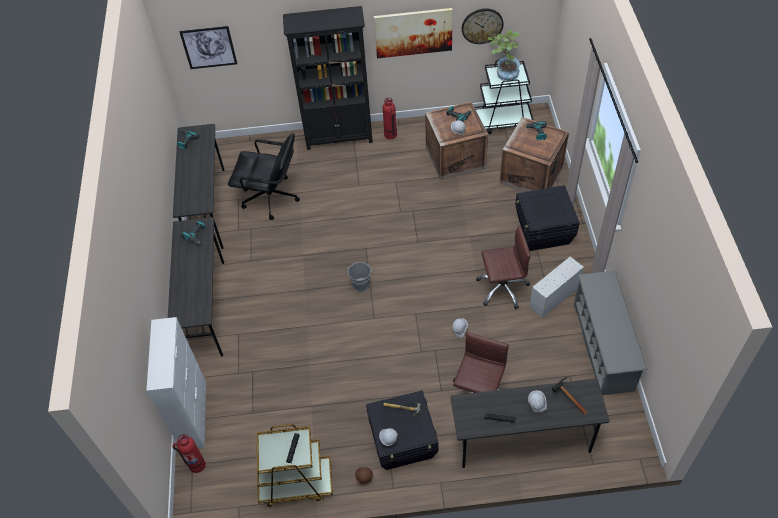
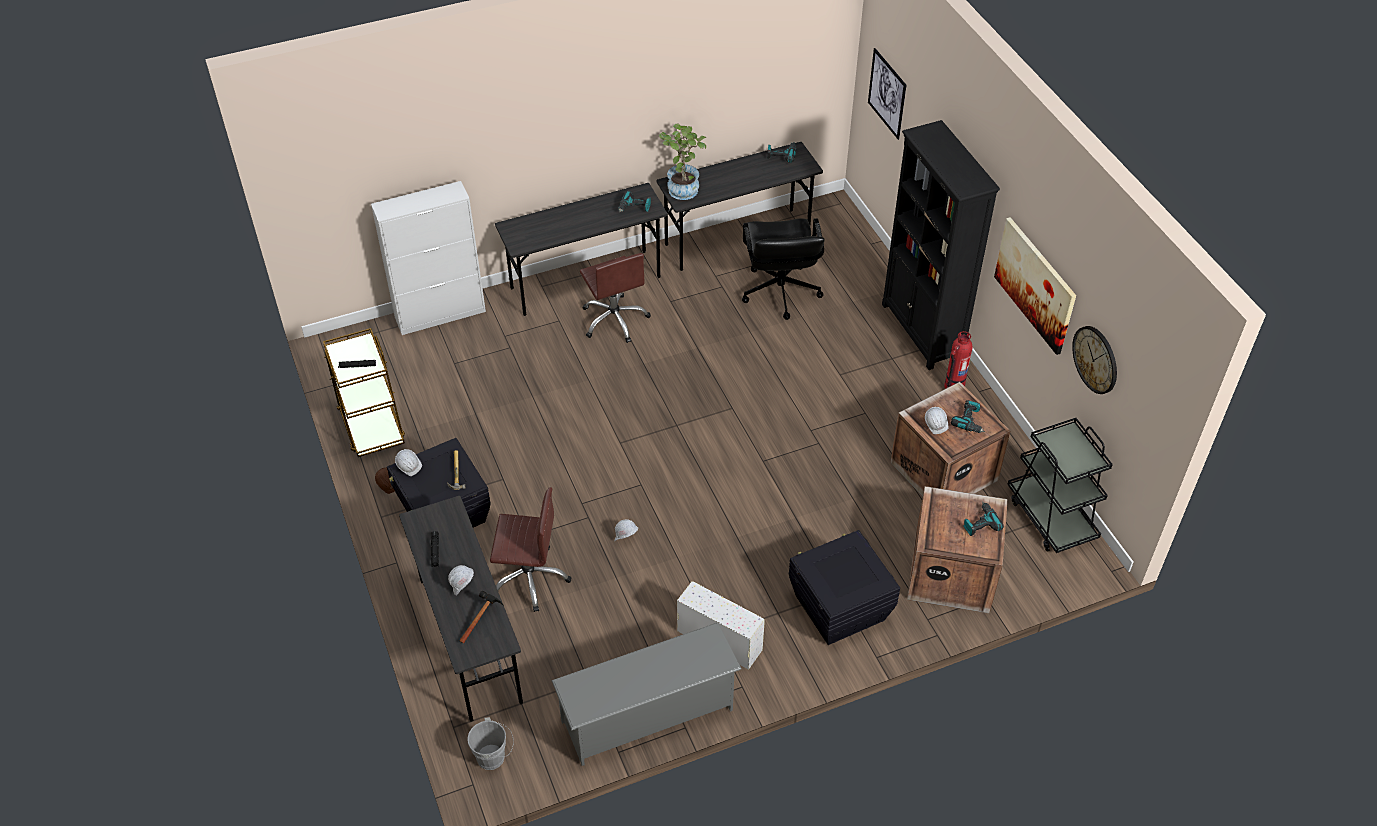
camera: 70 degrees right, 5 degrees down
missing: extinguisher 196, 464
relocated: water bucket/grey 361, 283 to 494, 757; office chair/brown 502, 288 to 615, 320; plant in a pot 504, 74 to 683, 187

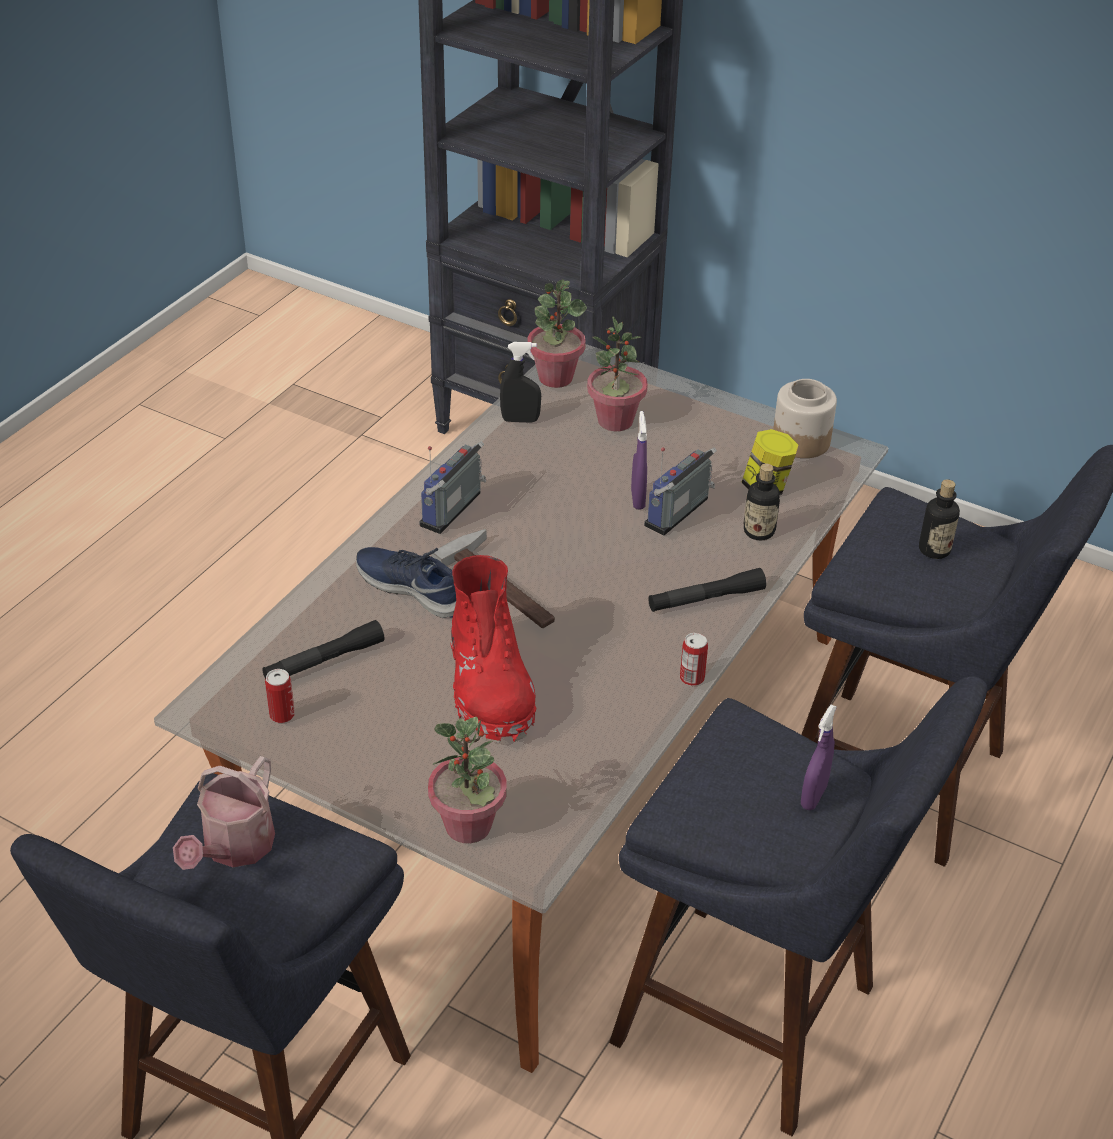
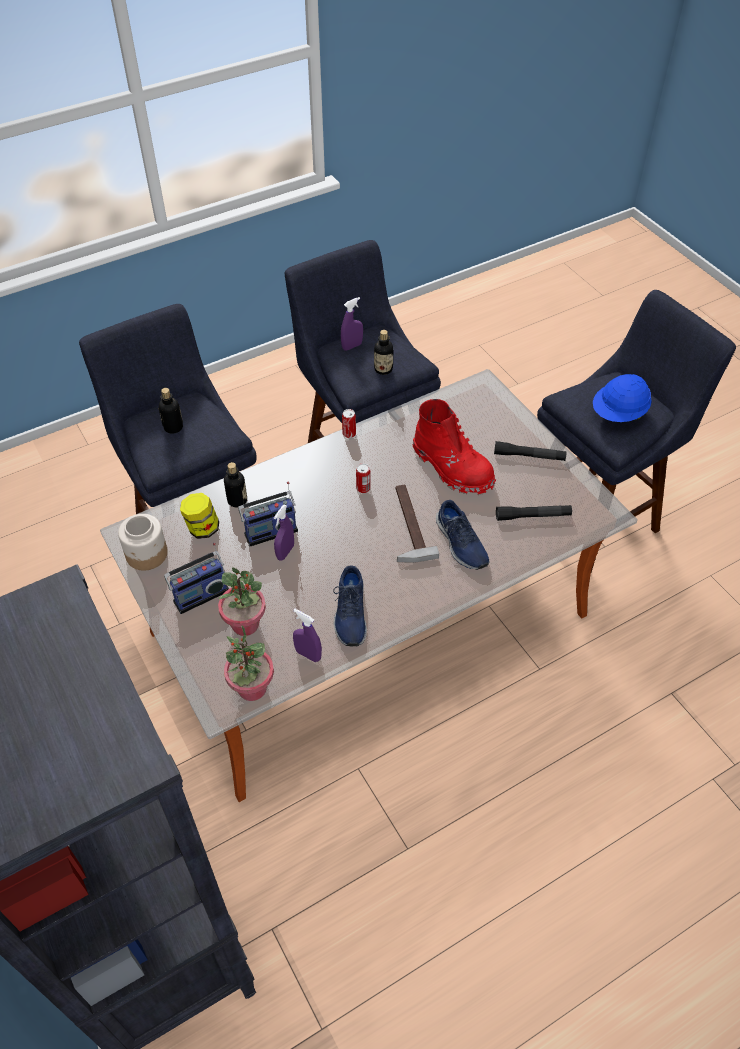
camera: 150 degrees left, 10 degrees up
missing: plant in a pot 468, 826
appeared: shoe/blue 350, 614; beverage bottle 383, 369
relocated: radio set 454, 511 to 200, 594; sealed can 282, 715 to 363, 488; hand torch/black-coloured 706, 599 to 529, 456
exchanged: sprinkling can 234, 848 to hard hat/blue 619, 414
colour: sprayer/black-coloured 520, 420 to sprayer/purplish 308, 654
spun: high-top boot/red-coloured 489, 686 = 452, 468 120 degrees clockwise

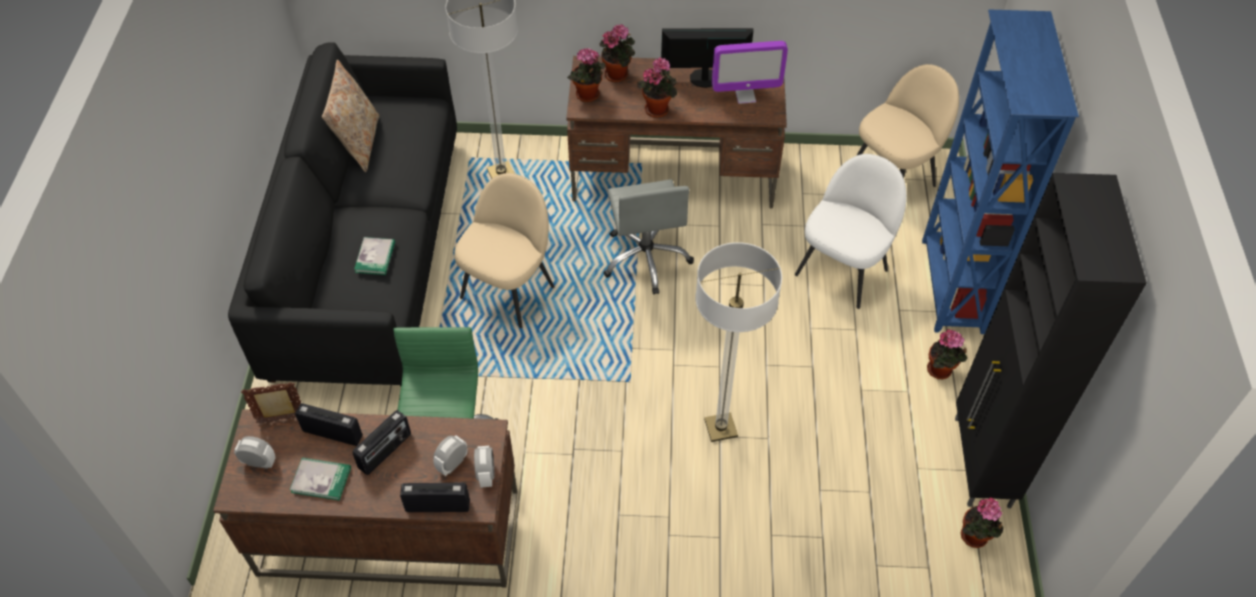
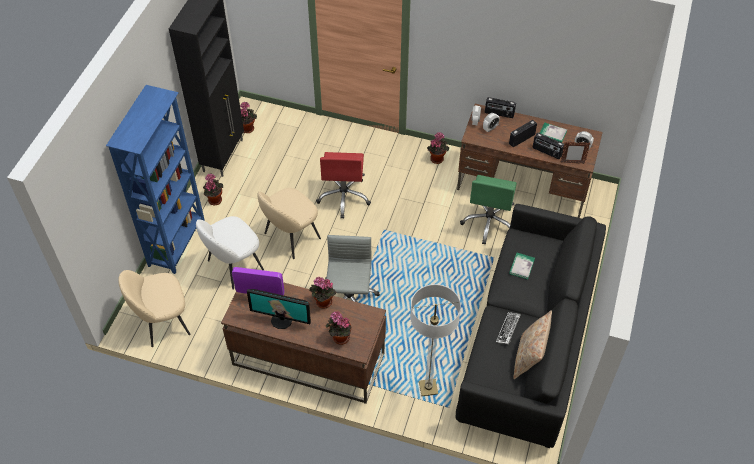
camera: 165 degrees left, 0 degrees up
appeared: computer keyboard 508, 329
relocated: plain chair/sand-coloured 509, 290 to 291, 237; plant in a pot 587, 96 to 437, 158
exchanged: floor lamp 720, 428 to office chair/red-coloured 344, 197

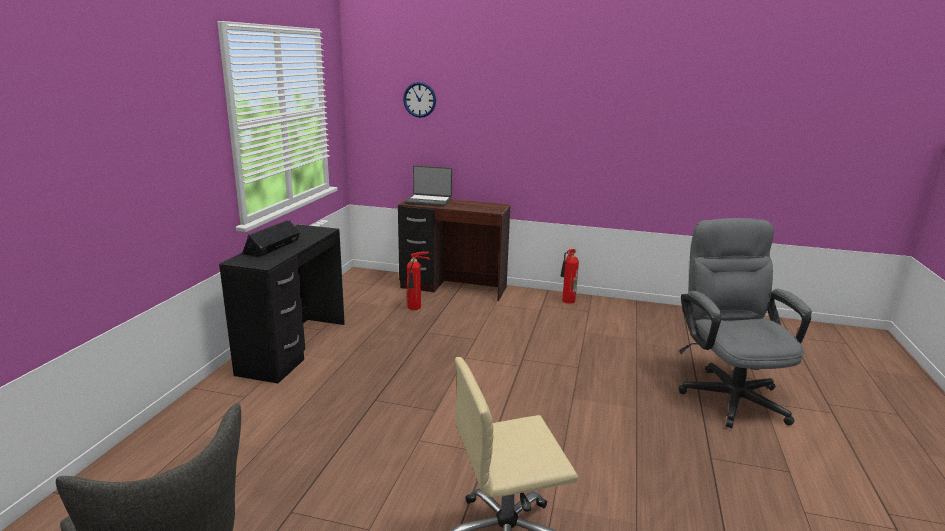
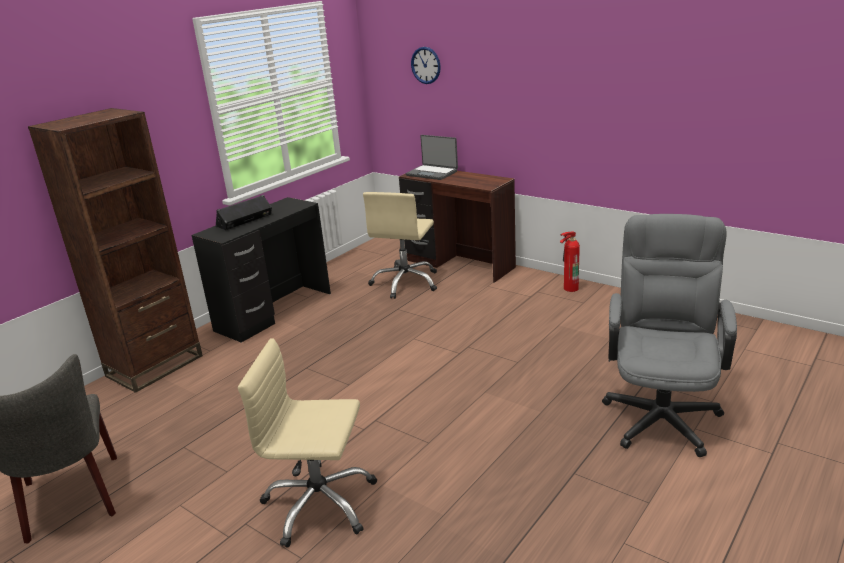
camera: 25 degrees right, 5 degrees up
appeared: bookshelf/brown 155, 366
exchanged: extinguisher 415, 308 to office chair/sand-coloured 406, 283

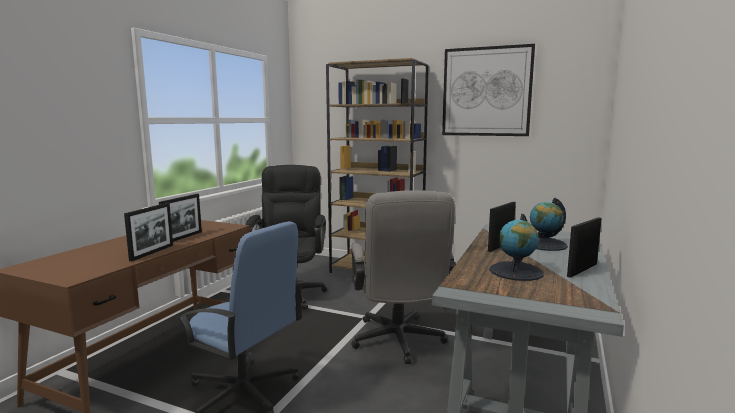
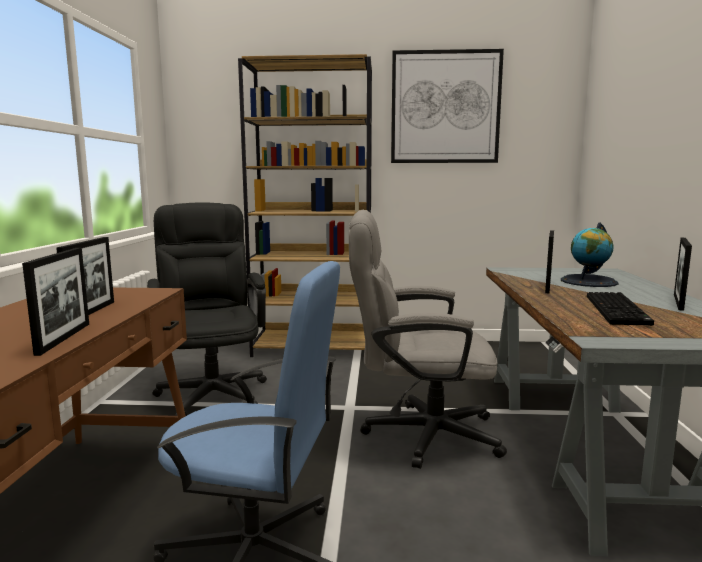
camera: 20 degrees left, 0 degrees up
exchanged: globe 516, 271 to computer keyboard 618, 310
spun: office chair/grey 399, 343 = 418, 434 120 degrees clockwise

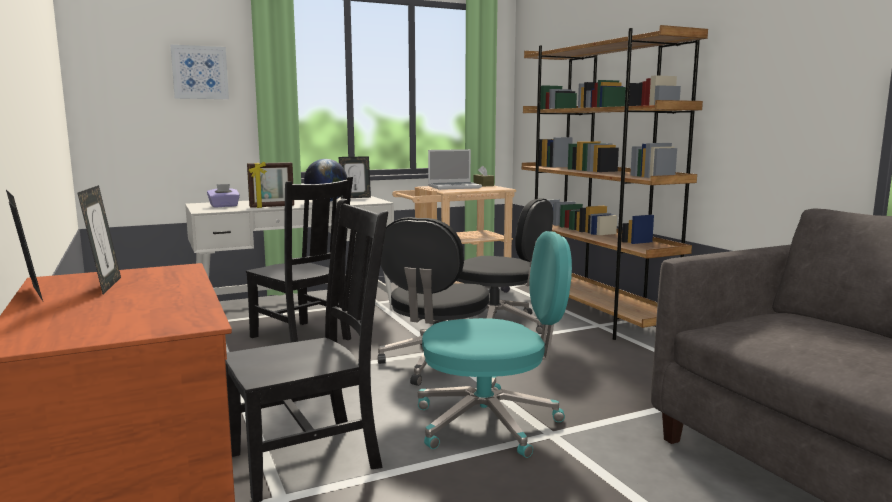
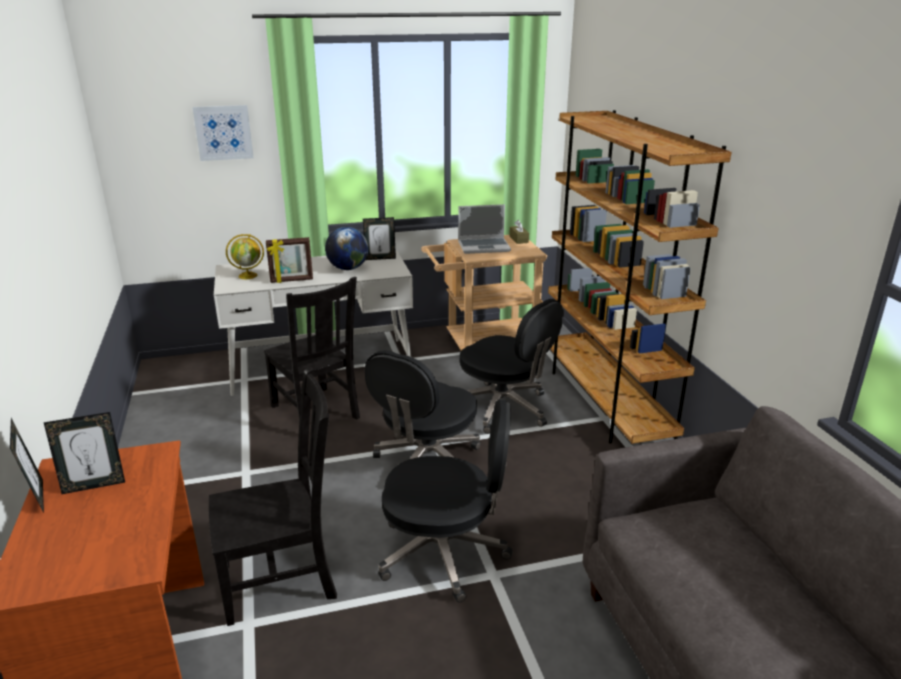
camera: 10 degrees right, 15 degrees up
exchanged: tissue holder/purplish 224, 206 to globe 248, 276
colour: office chair/turquoise-coloured 490, 423 to office chair/black-coloured 445, 552
spun: standing frame 105, 286 = 94, 485 75 degrees clockwise

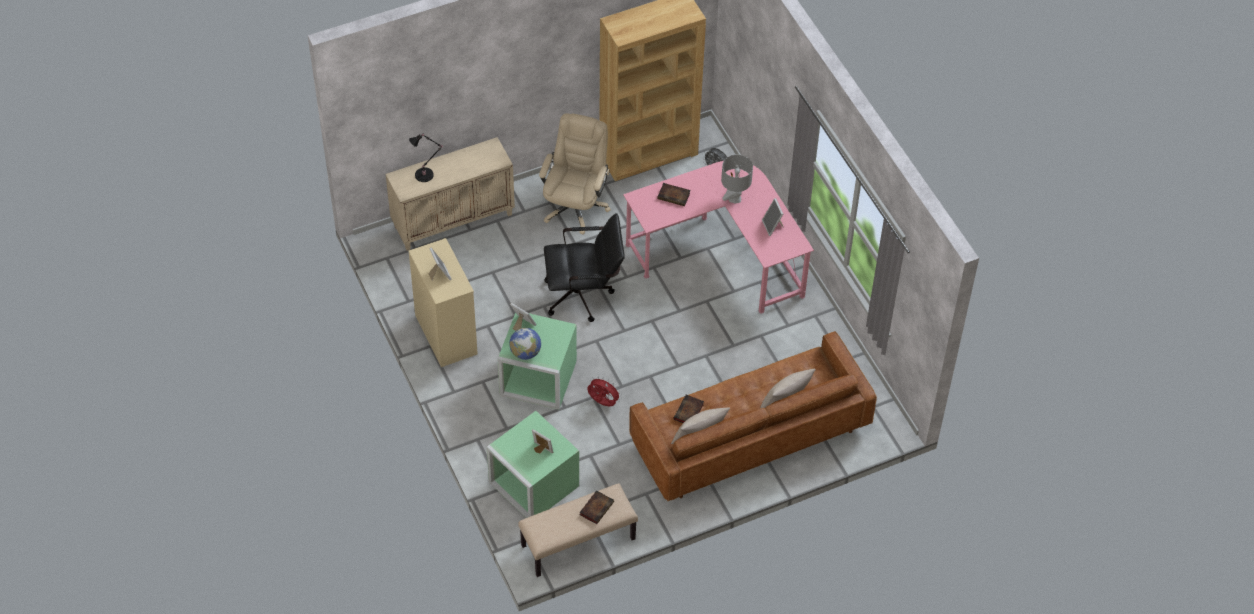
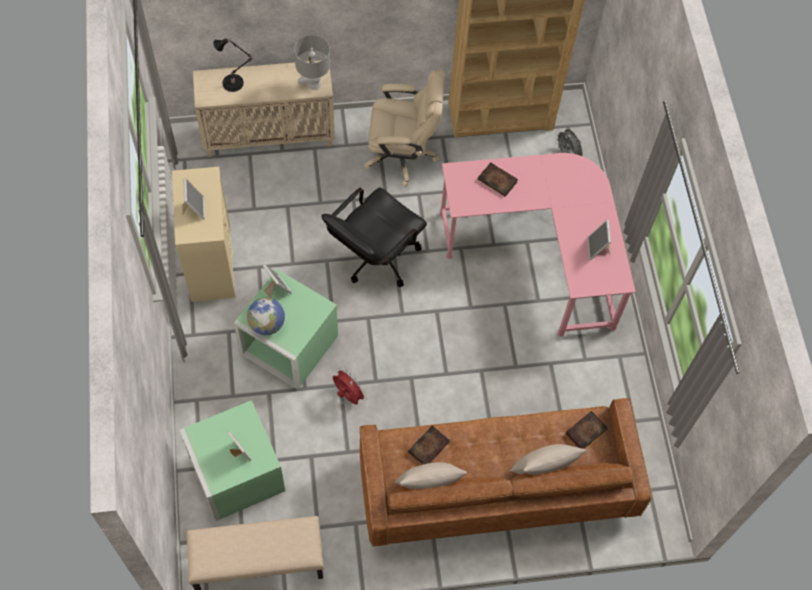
camera: 15 degrees right, 10 degrees up
relocated: tabletop lamp/grey 735, 199 to 314, 84; bound book 596, 508 to 586, 430
spun: office chair/black-coloured 584, 295 = 374, 260 120 degrees clockwise; office chair/sand-coloured 575, 206 = 402, 154 60 degrees clockwise

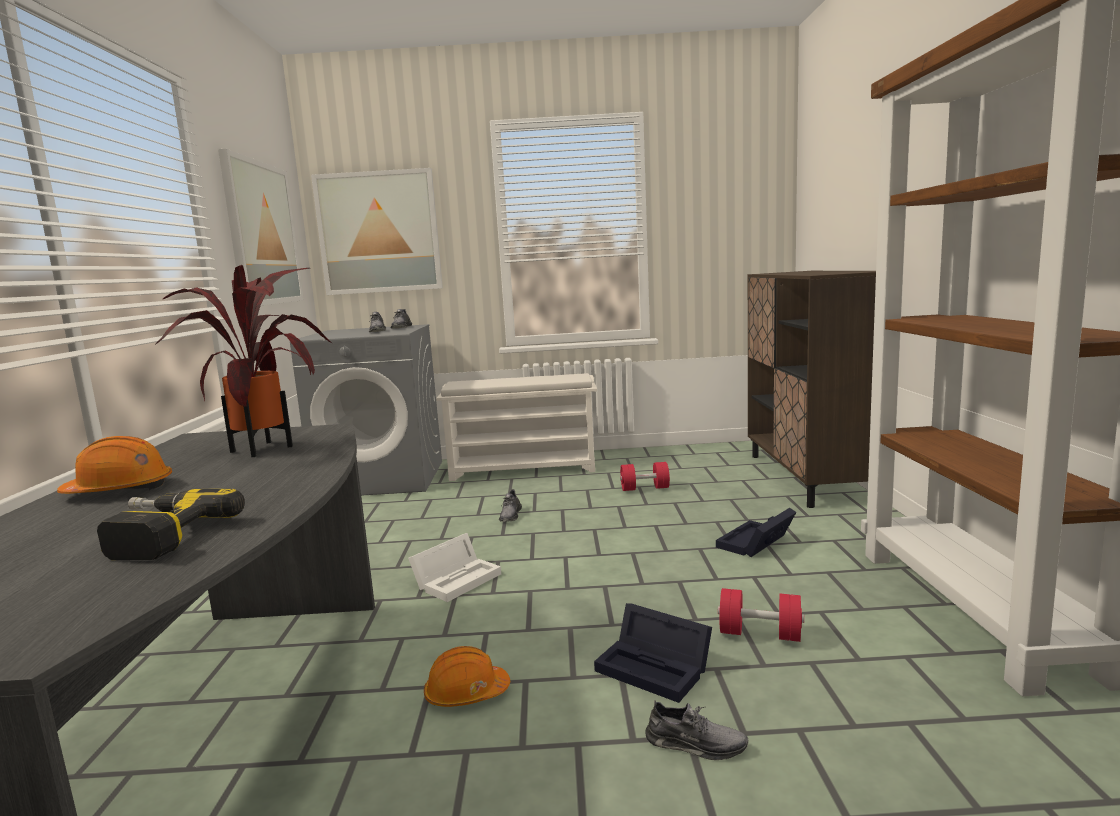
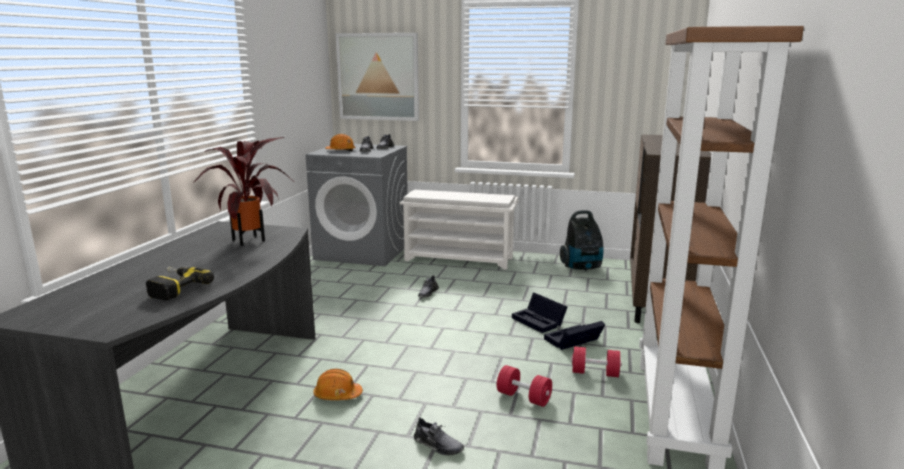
camera: 15 degrees right, 5 degrees up
missing: wall picture 262, 234; storage box/white-coloured 458, 579
appeared: hoover 582, 267
relocated: hard hat/orange-coloured 120, 490 to 341, 151; storage box/black-coloured 656, 668 to 540, 321; dumbbell/red-coloured 644, 488 to 595, 373

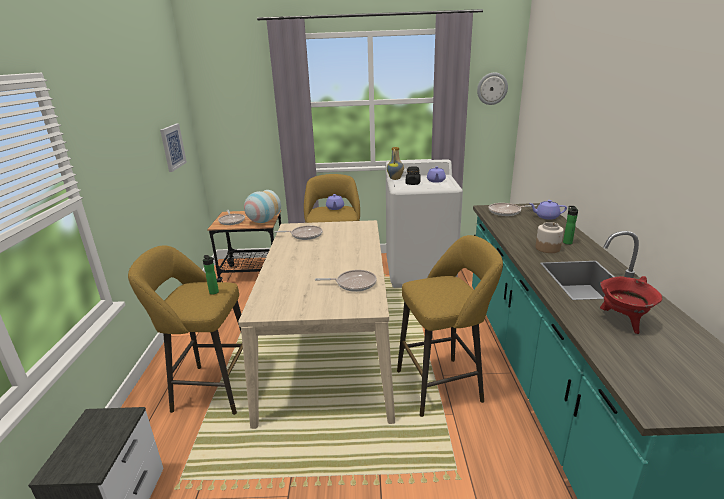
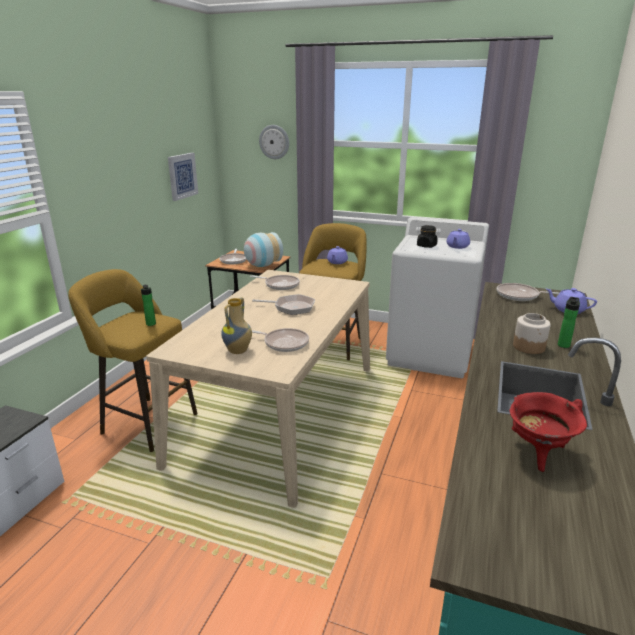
camera: 20 degrees right, 0 degrees up
missing: stool seat/yellowish 443, 384
appeared: pan 291, 307
relocated: decorative vase 395, 179 to 238, 351; wall clock 492, 88 to 274, 142

